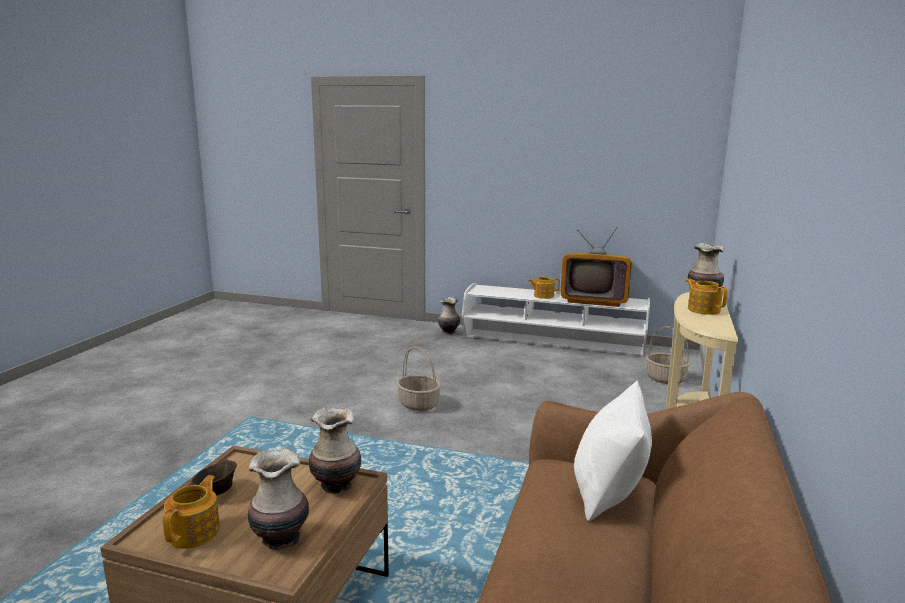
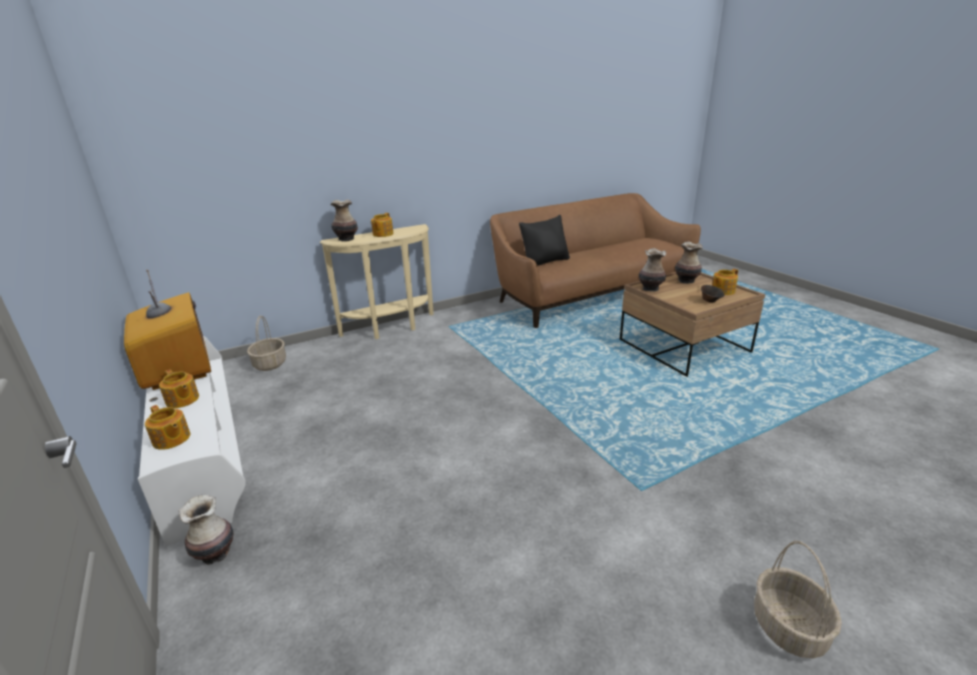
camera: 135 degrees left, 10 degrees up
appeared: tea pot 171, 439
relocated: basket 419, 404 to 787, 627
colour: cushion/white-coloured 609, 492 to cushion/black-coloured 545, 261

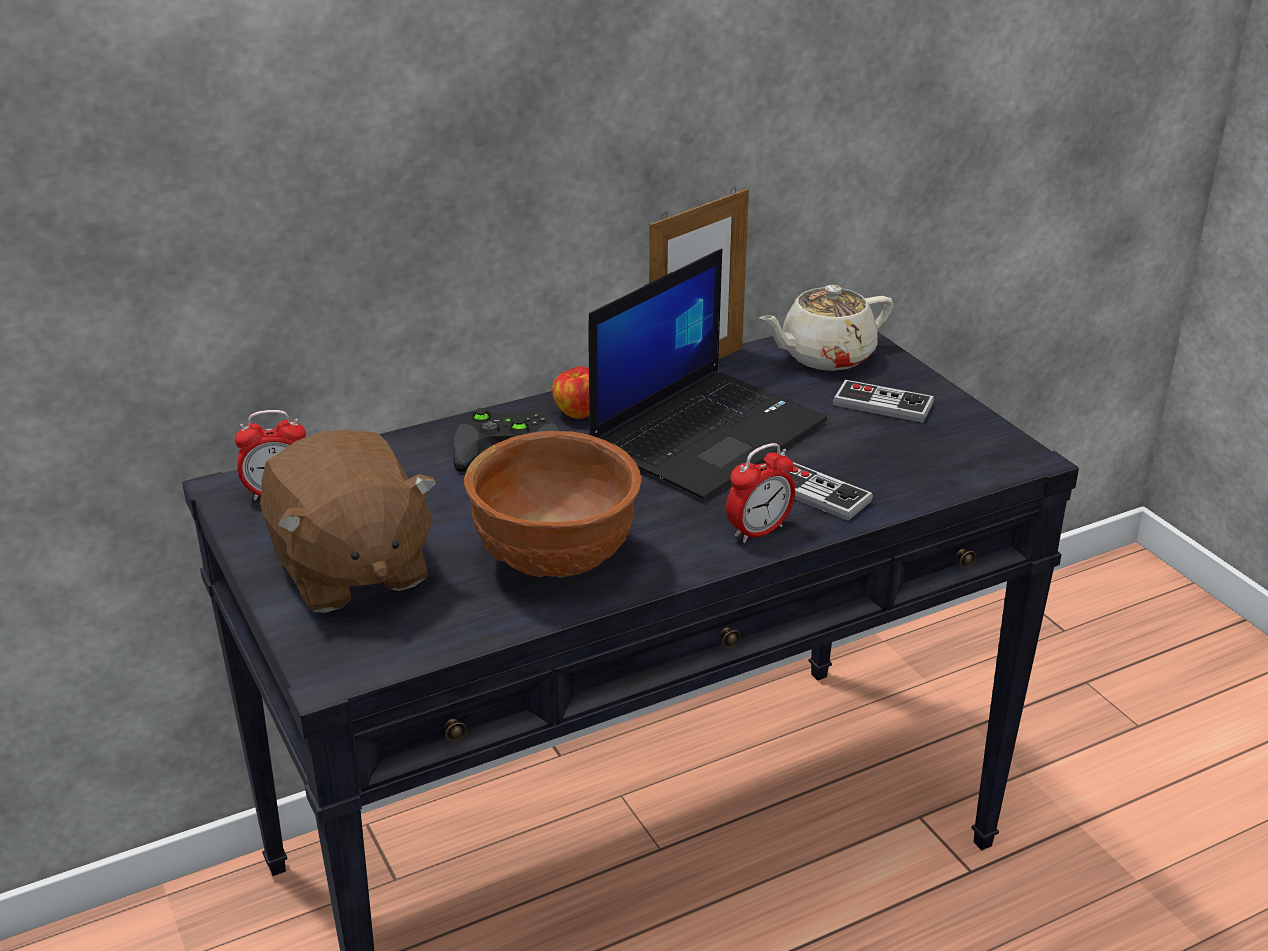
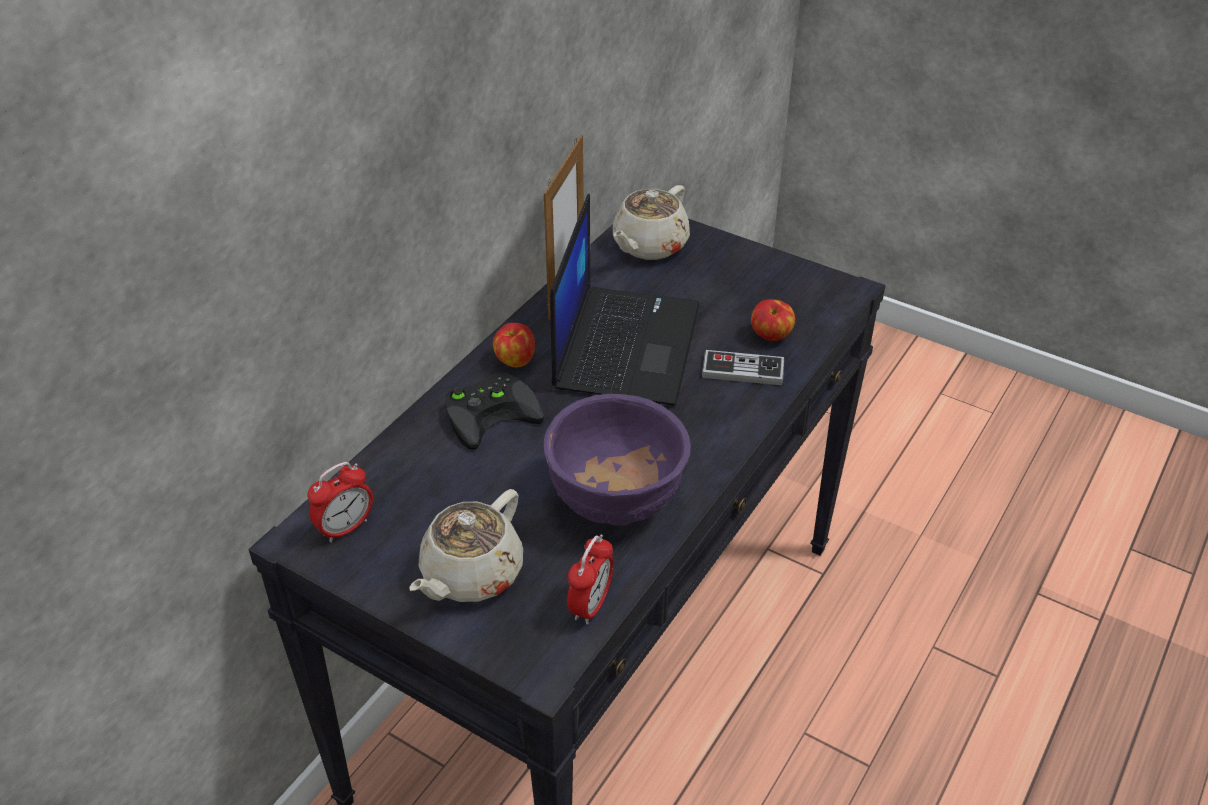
camera: 30 degrees left, 10 degrees up
missing: game controller 882, 404
appeared: apple 771, 336
relocated: bedside clock 758, 531 to 591, 605
exchanged: cuddly toy/brown 350, 570 to tea pot/sand-coloured 470, 574
colour: deep dish/brown 556, 562 to deep dish/purplish 617, 502

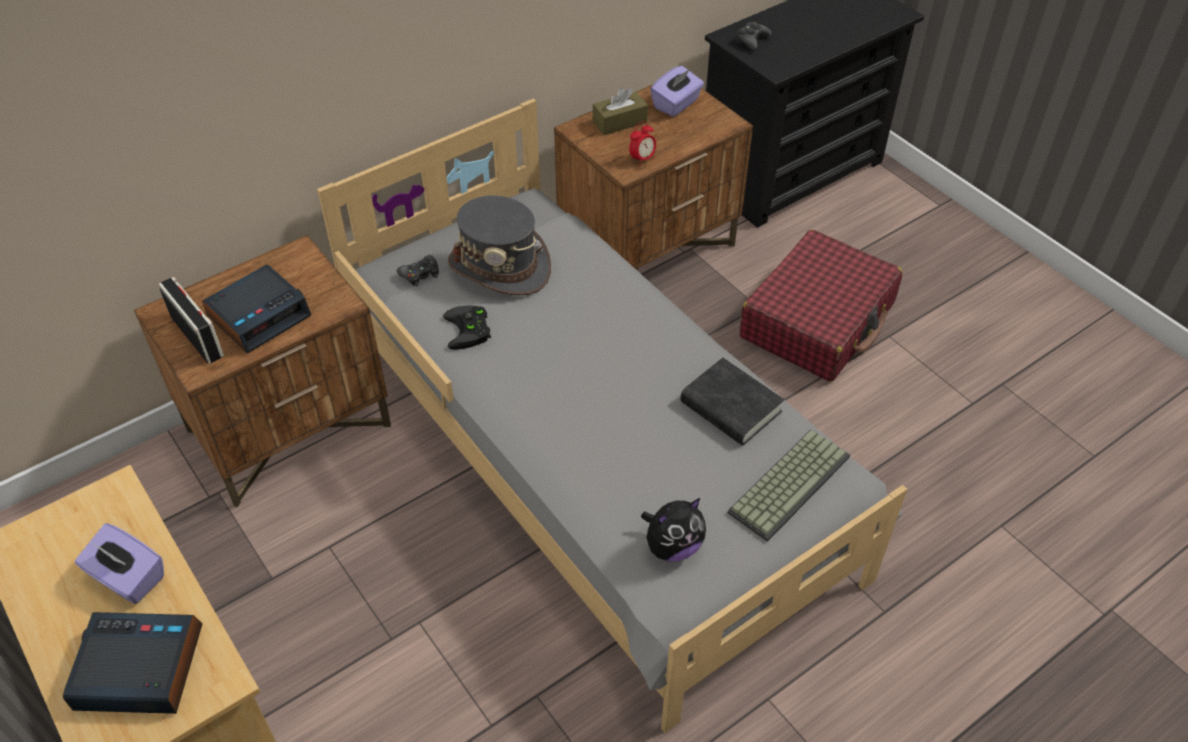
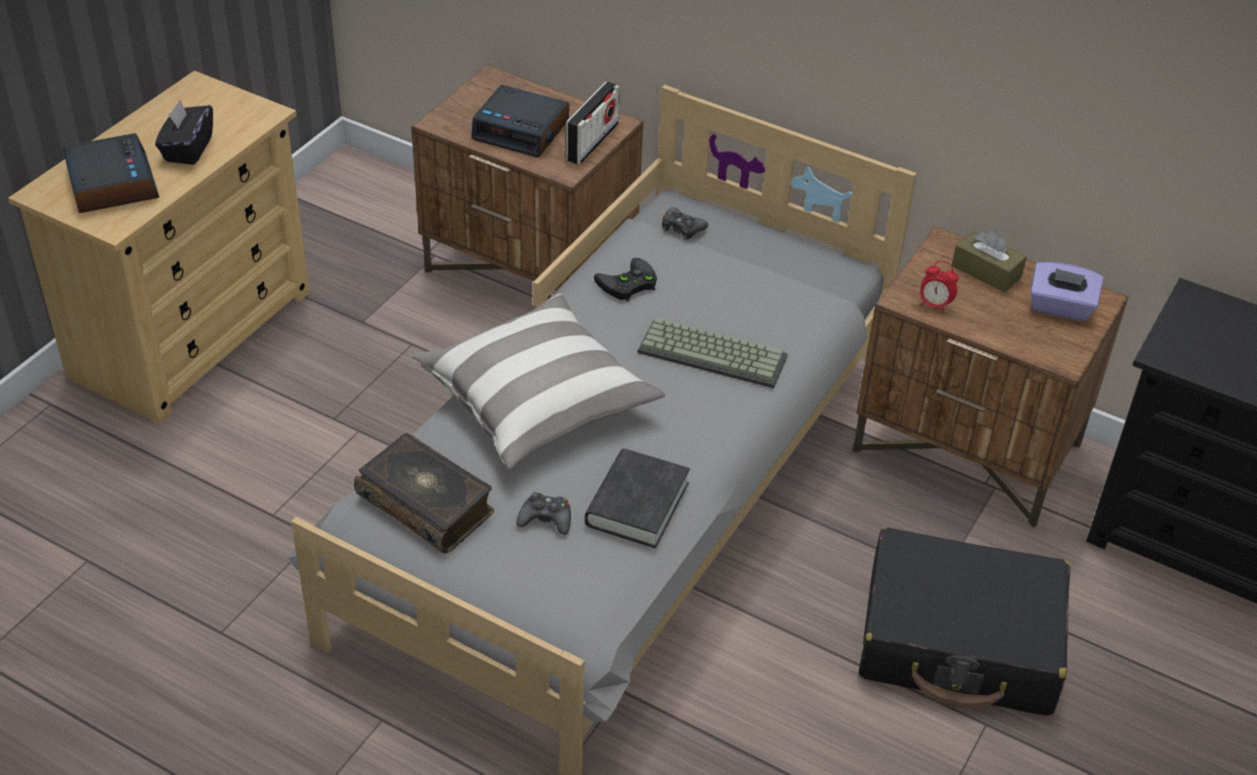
camera: 65 degrees right, 5 degrees down
missing: clothing hat/grey 500, 267
appeared: cushion 536, 401
relocated: game controller/black-coloured 751, 40 to 546, 519; radio set 197, 336 to 592, 142; computer keyboard 788, 482 to 714, 353
exchanged: cuddly toy 672, 547 to bound book 427, 504
colour: tissue holder/purplish 128, 578 to tissue holder/black-coloured 188, 149; piece of luggage/red-coloured 818, 321 to piece of luggage/black-coloured 960, 642

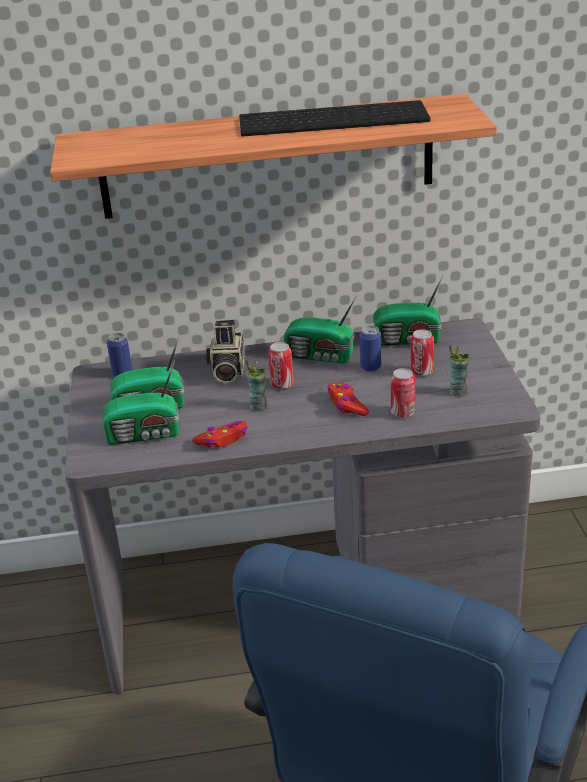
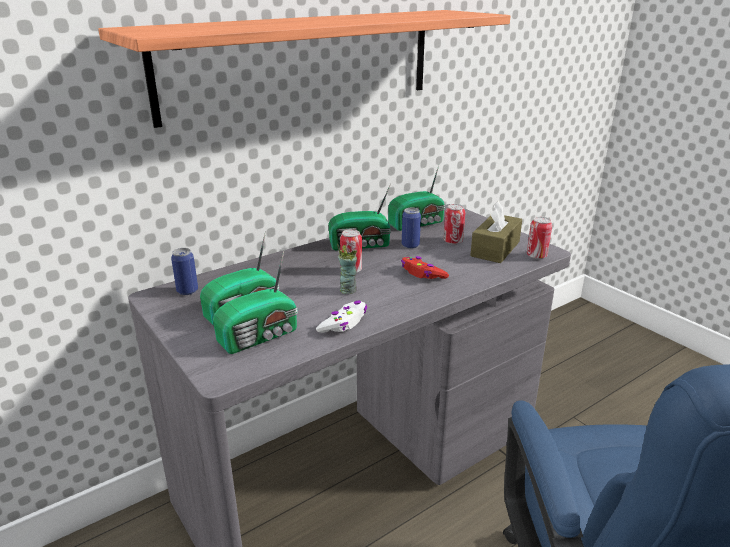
camera: 30 degrees left, 5 degrees down
missing: still camera 227, 370; computer keyboard 334, 118
relocated: sealed can 403, 413 to 536, 256
exchanged: small cup 458, 392 to tissue holder/brown 495, 249
colour: game controller/red-coloured 223, 440 to game controller/white-coloured 344, 323

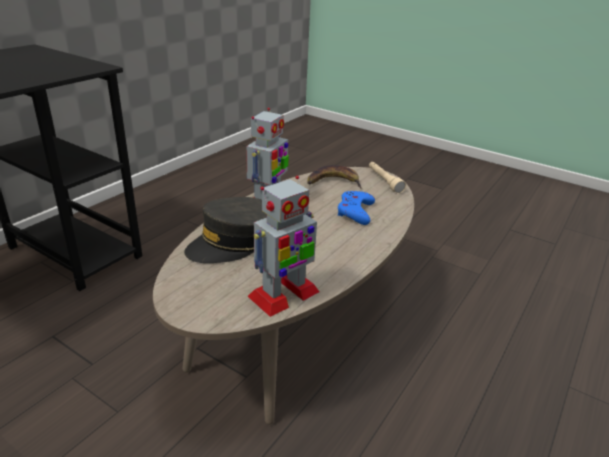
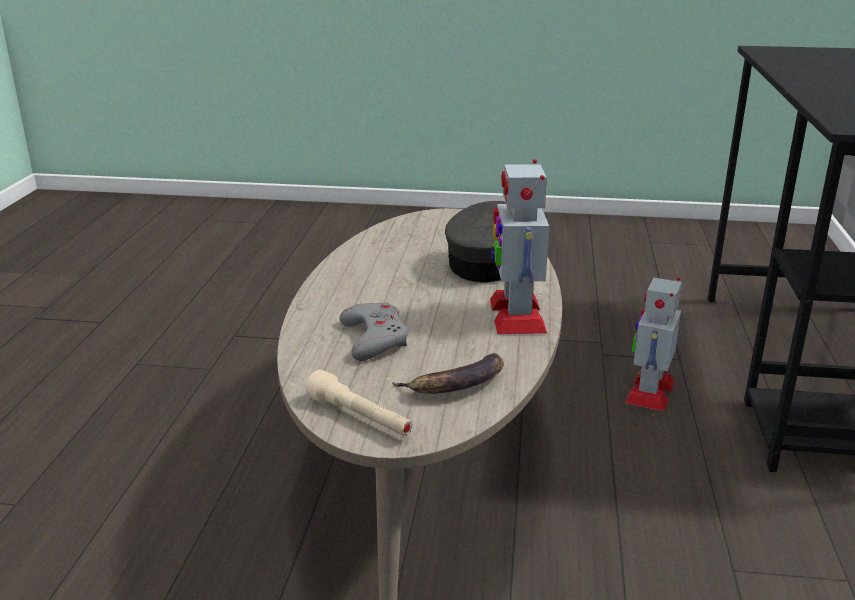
camera: 155 degrees right, 5 degrees down
relocated: toy robot 283, 295 to 650, 391
colour: game controller/blue 355, 211 to game controller/grey 374, 338

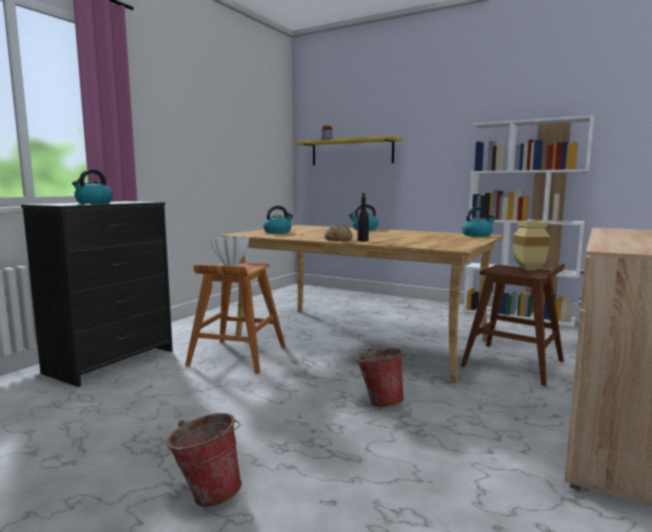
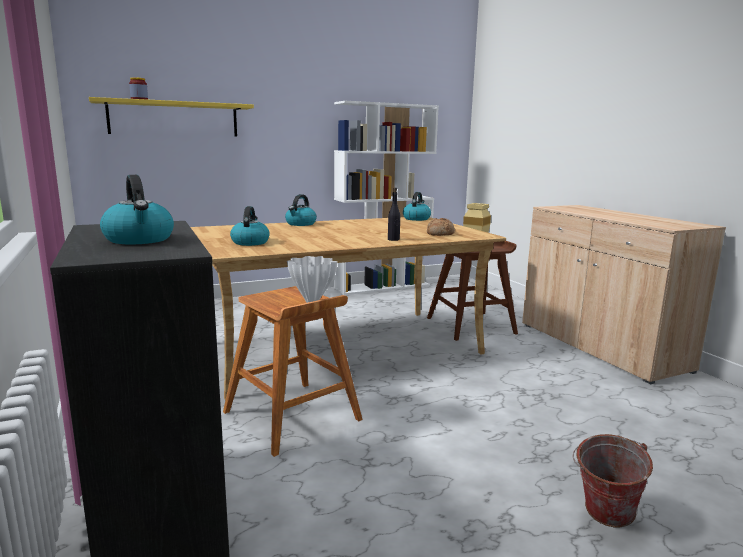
camera: 55 degrees left, 5 degrees up
missing: water bucket 380, 401
relocated: bakery bread 338, 239 to 440, 234

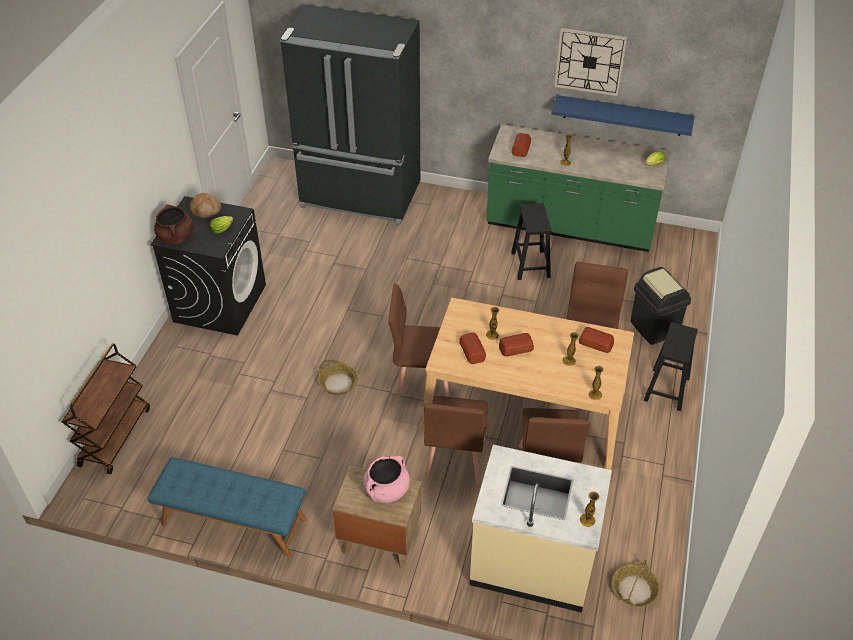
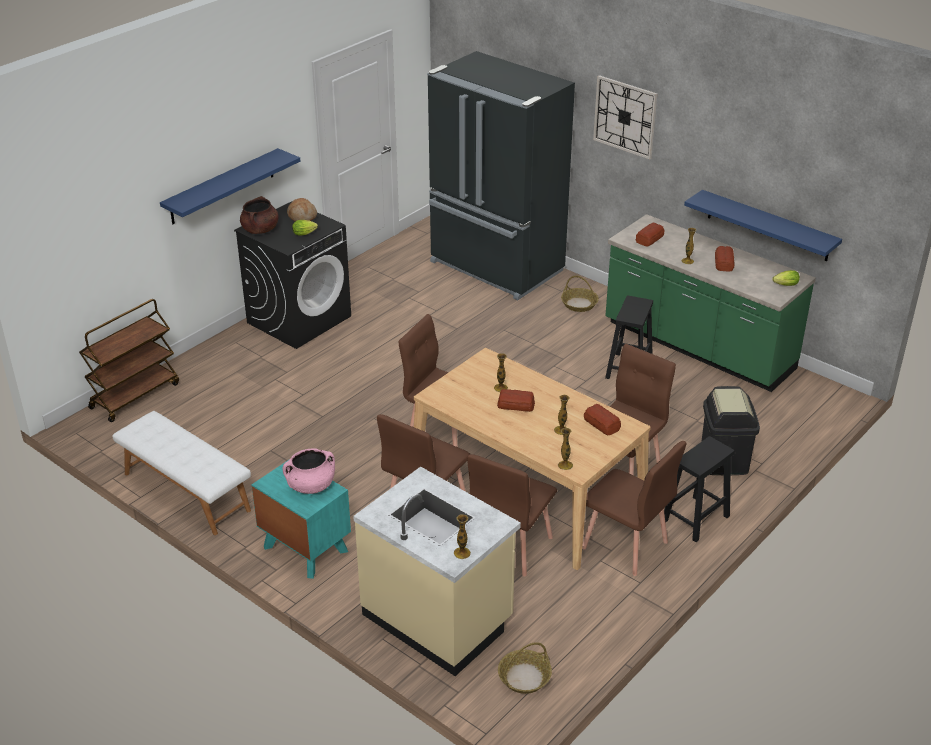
camera: 25 degrees right, 10 degrees down
appeared: shelf/blue 222, 186; plain chair/brown 625, 545
relocated: basket 338, 383 to 579, 304; wall clock 590, 61 to 625, 116; bakery bread 472, 351 to 724, 263
colour: long seat/blue 233, 522 to long seat/white-coloured 186, 492; nightstand/brown 379, 539 to nightstand/turquoise-coloured 305, 548

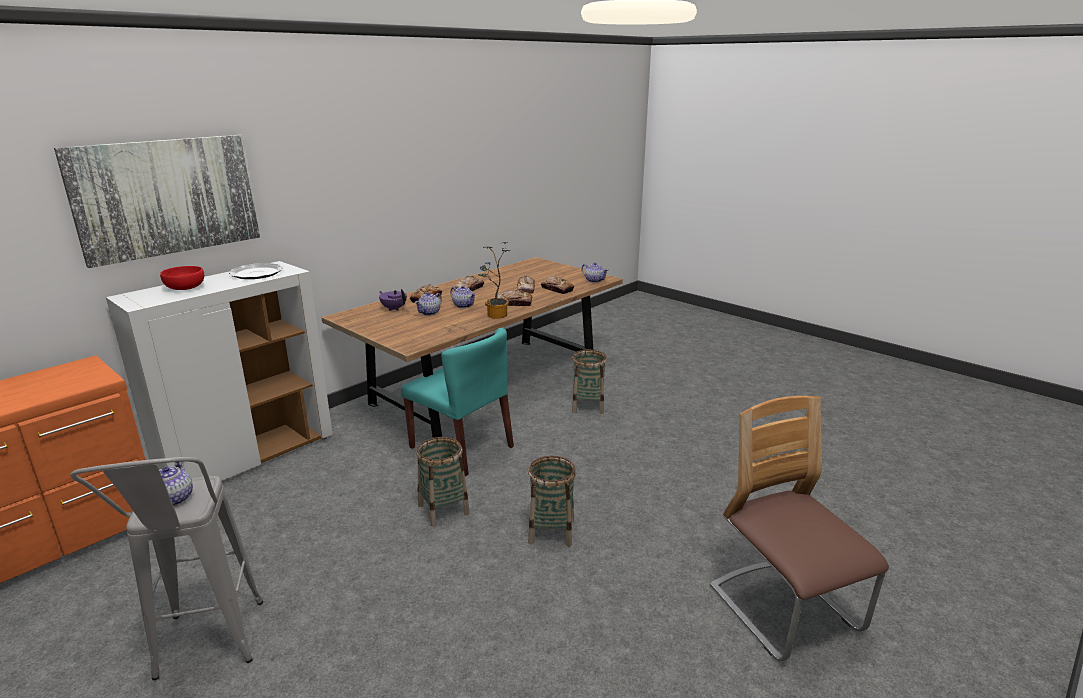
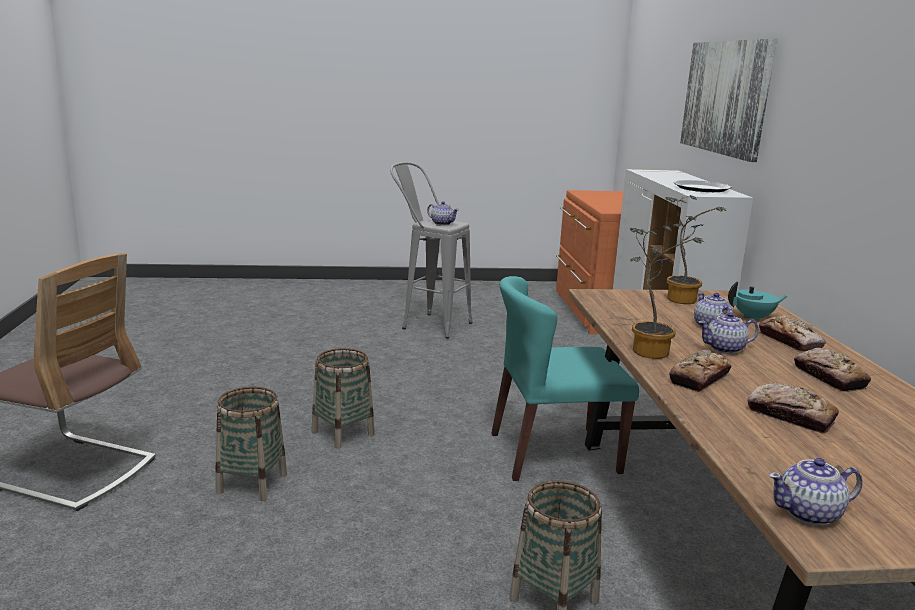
camera: 130 degrees right, 5 degrees down
missing: deep dish/red-coloured 185, 288; bakery bread 557, 289
appeared: plant in a pot 680, 298
relocated: basket 443, 509 to 252, 483
colour: tea pot/purplish 394, 308 to tea pot/turquoise-coloured 753, 318

